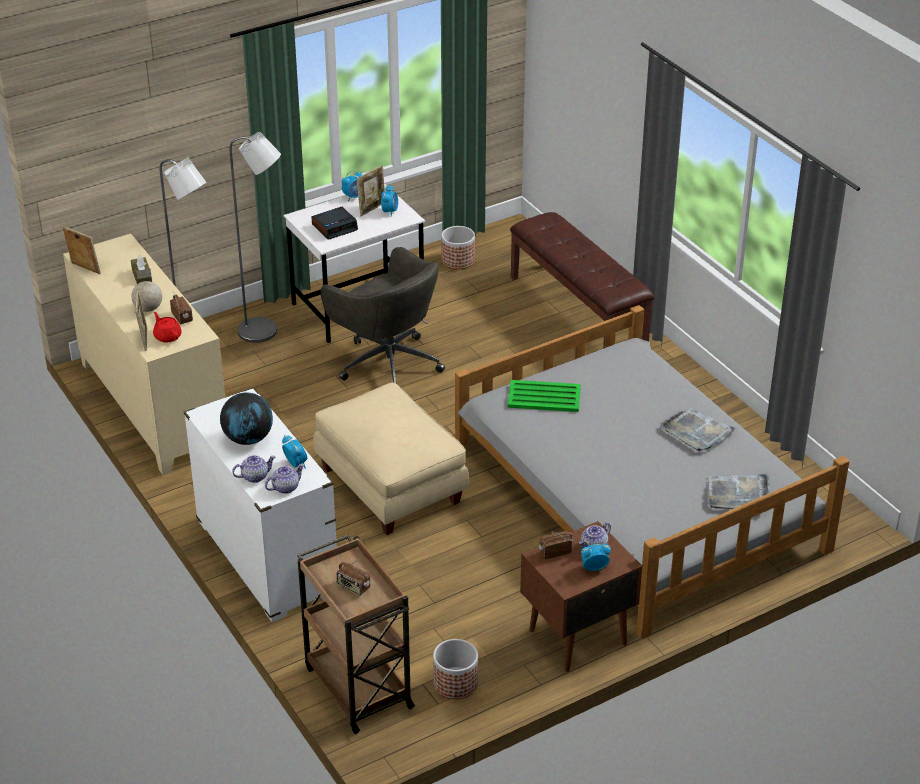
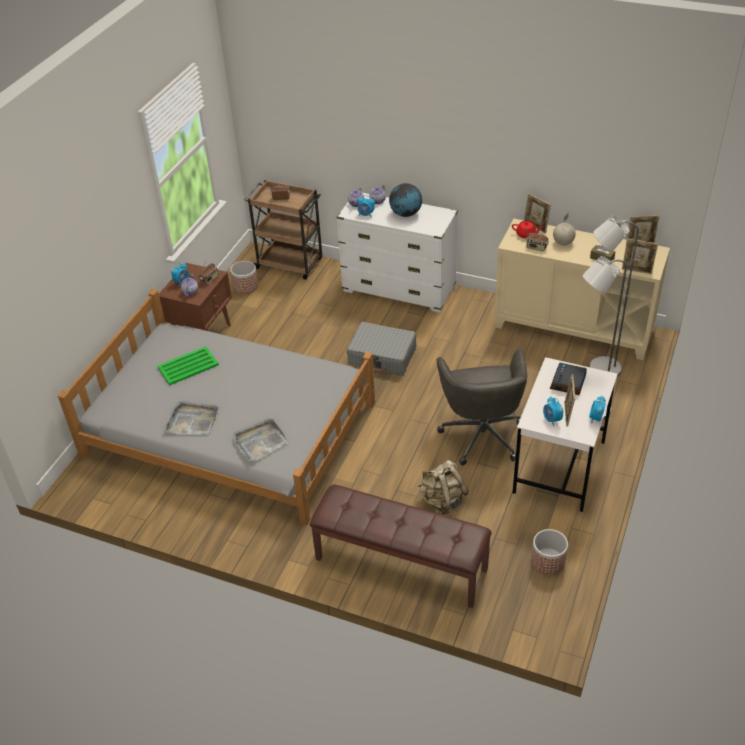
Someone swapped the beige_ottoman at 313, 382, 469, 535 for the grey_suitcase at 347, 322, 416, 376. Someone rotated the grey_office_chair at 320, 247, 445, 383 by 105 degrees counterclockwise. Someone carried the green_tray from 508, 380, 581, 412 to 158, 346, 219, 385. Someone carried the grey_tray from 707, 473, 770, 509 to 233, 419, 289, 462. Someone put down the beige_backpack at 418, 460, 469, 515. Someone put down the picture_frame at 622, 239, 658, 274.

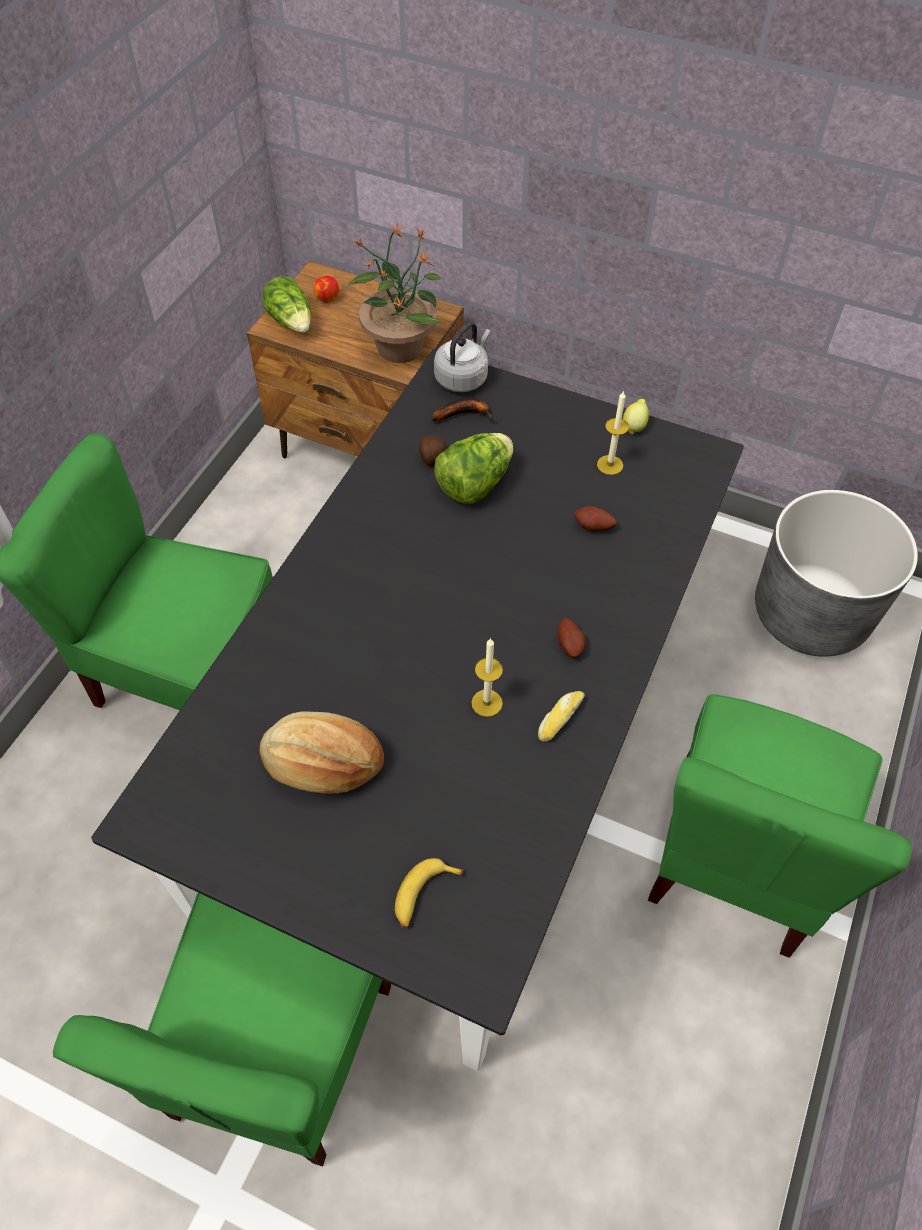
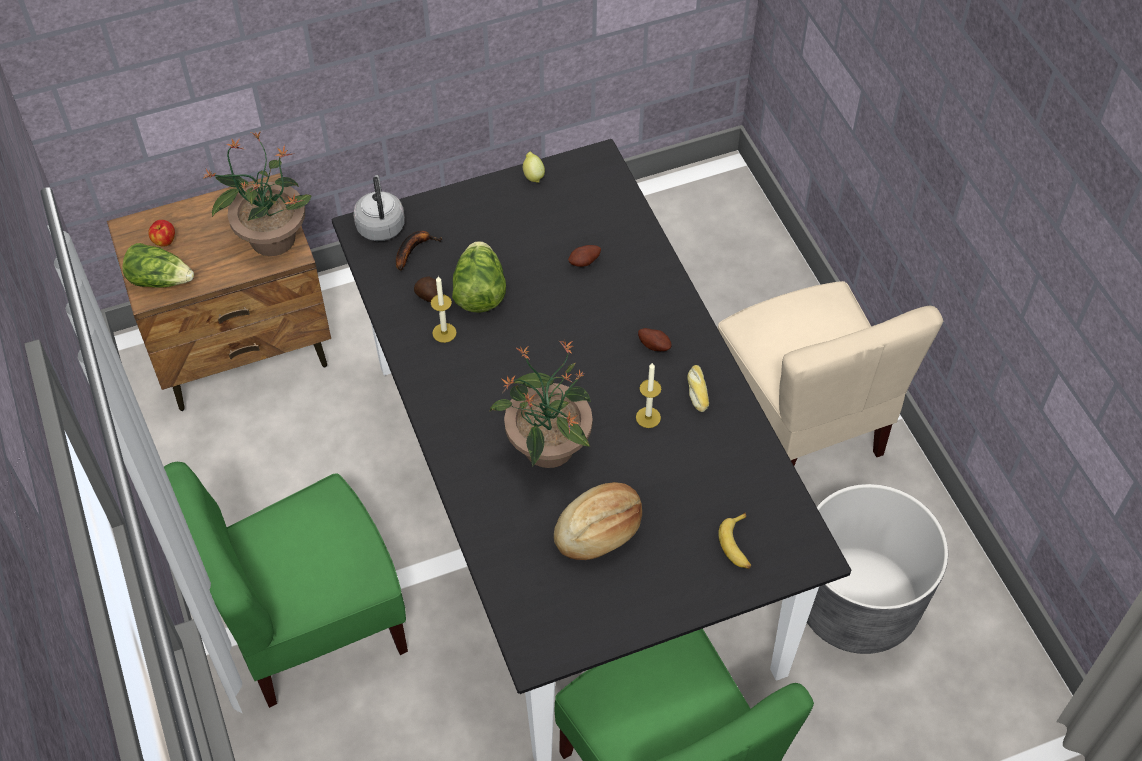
Someone carried the candle from 597, 391, 629, 475 to 431, 276, 457, 343. Someone repainted the green_chair at 648, 694, 912, 958, which became the beige_chair at 718, 281, 943, 466. Someone carried the grey_planter from 755, 490, 918, 657 to 807, 484, 948, 654. Someone put down the potted_plant at 490, 339, 593, 468.

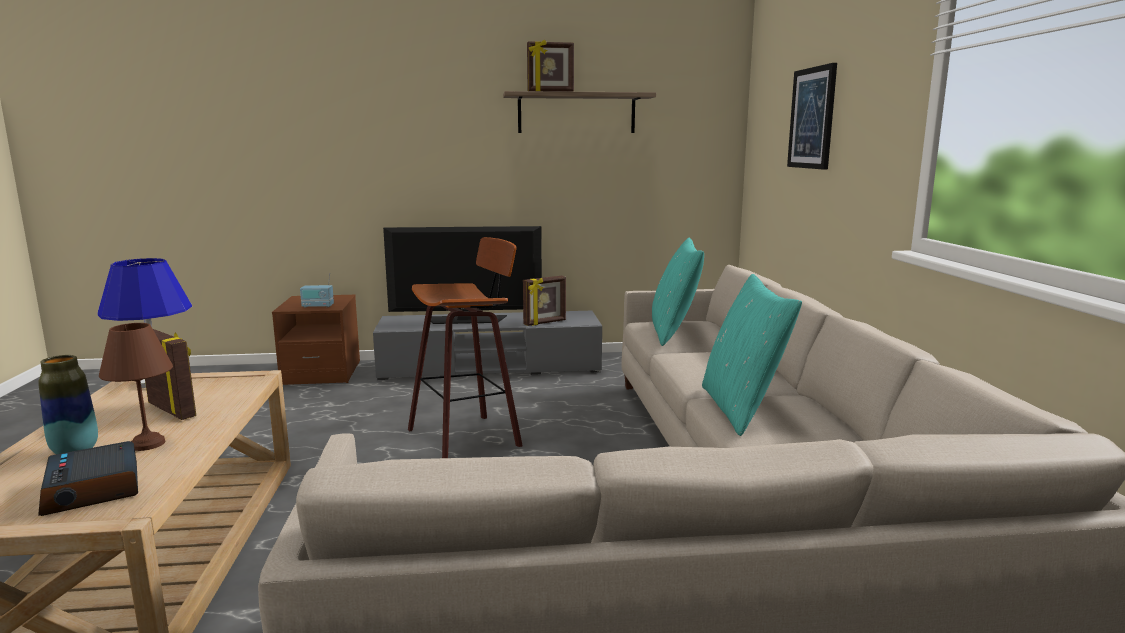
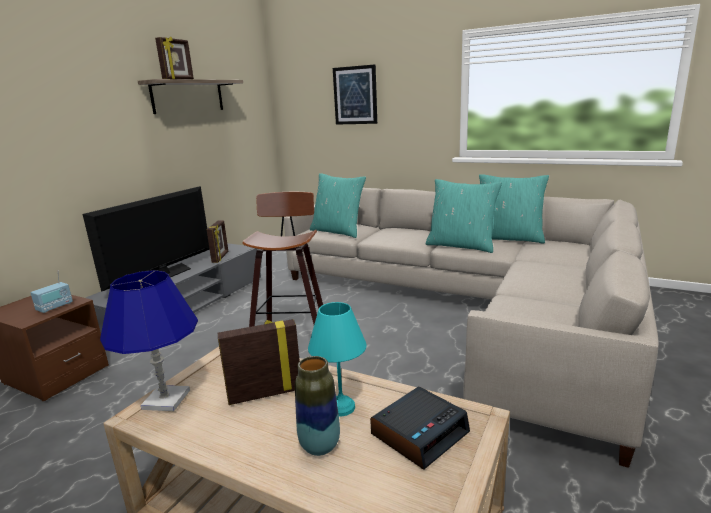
Someone rotated the alarm_clock at 38, 441, 138, 516 by 45 degrees counterclockwise. Someone repainted the brown_table_lamp at 99, 323, 173, 451, which became the turquoise_table_lamp at 308, 302, 367, 416. Someone put down the turquoise_pillow at 479, 174, 549, 244.

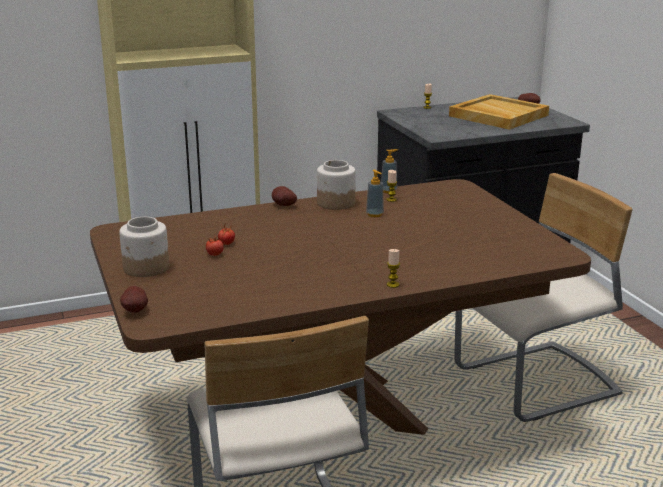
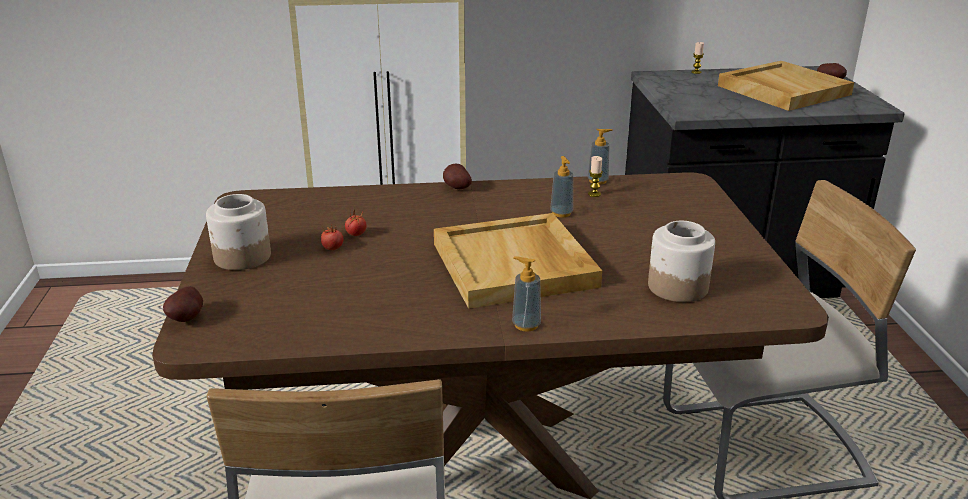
Someone carried the jar from 317, 160, 356, 210 to 648, 221, 715, 302. Someone swapped the candle at 387, 249, 400, 288 for the soap_dispenser at 512, 256, 541, 332. Someone put down the beige_tray at 434, 213, 602, 309.

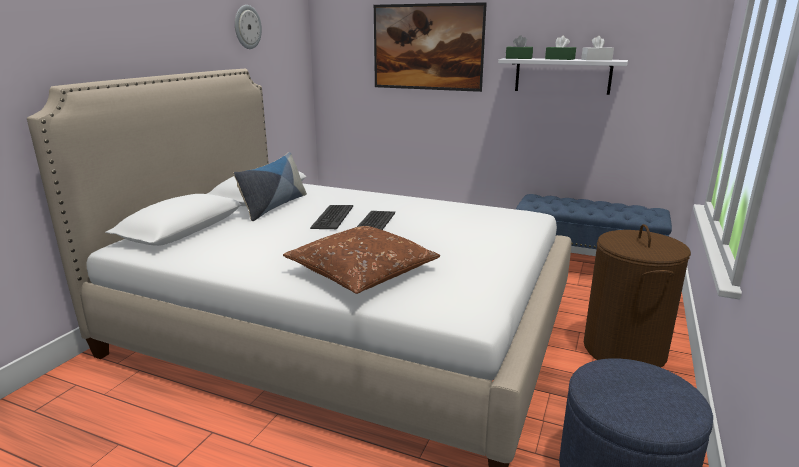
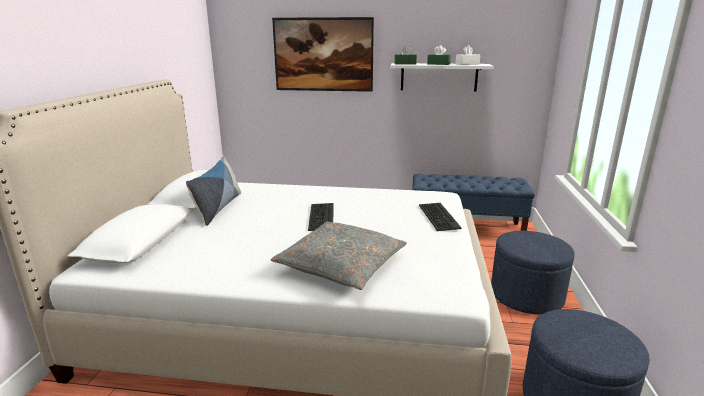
Someone took away the wall_clock at 235, 5, 262, 49. Someone repainted the brown_pillow at 283, 226, 440, 294, which became the grey_pillow at 271, 222, 407, 290. Someone carried the keyboard from 310, 205, 353, 229 to 419, 203, 462, 231. Someone swapped the brown_laundry_basket at 584, 224, 691, 368 for the blue_ottoman at 491, 231, 575, 315.

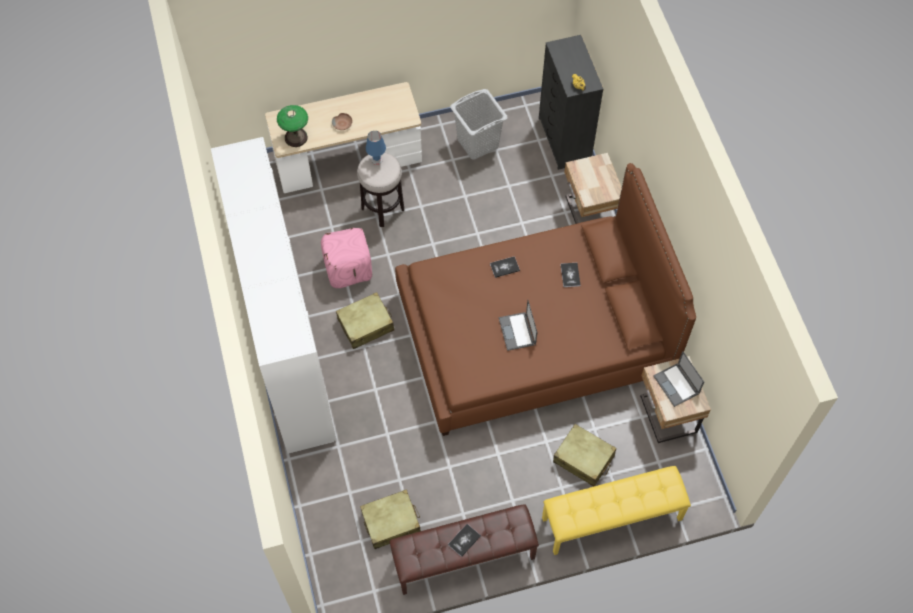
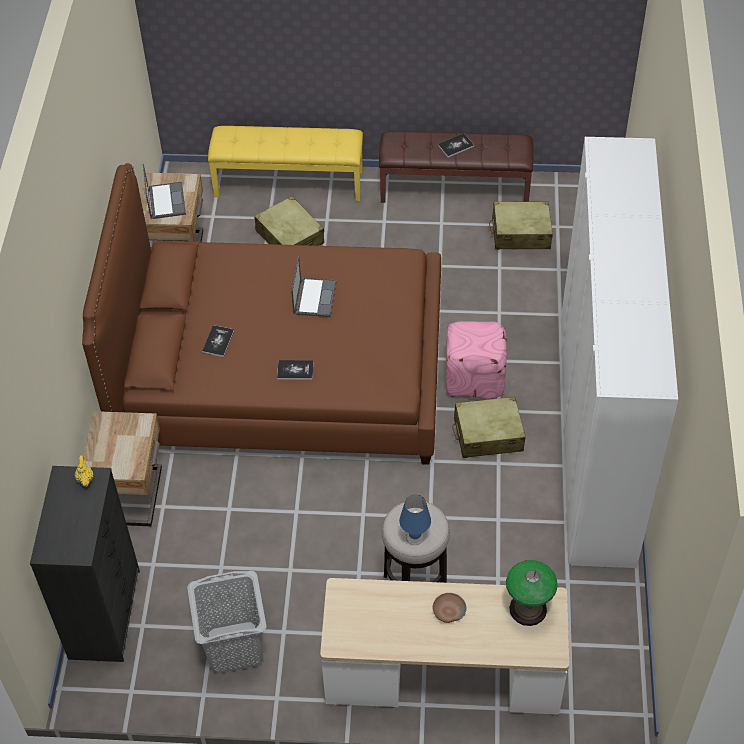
Someone carried the pink_ottoman from 321, 228, 372, 288 to 446, 321, 507, 399.

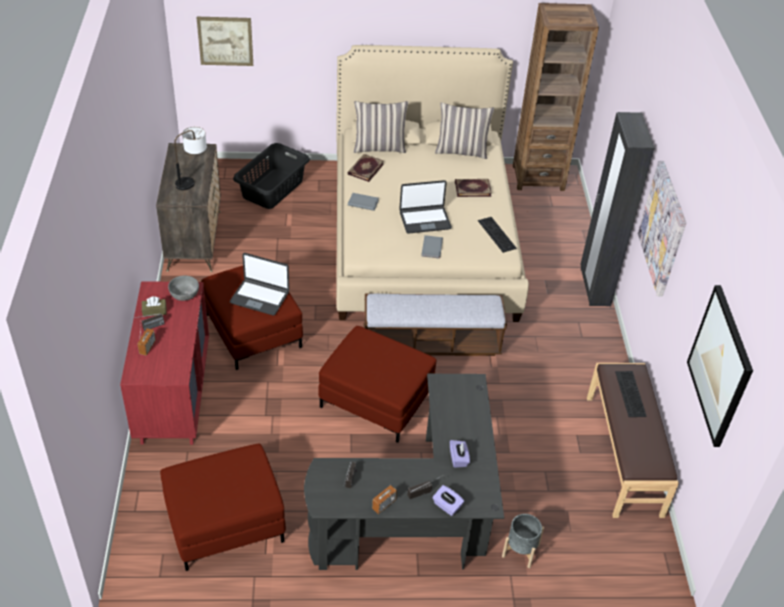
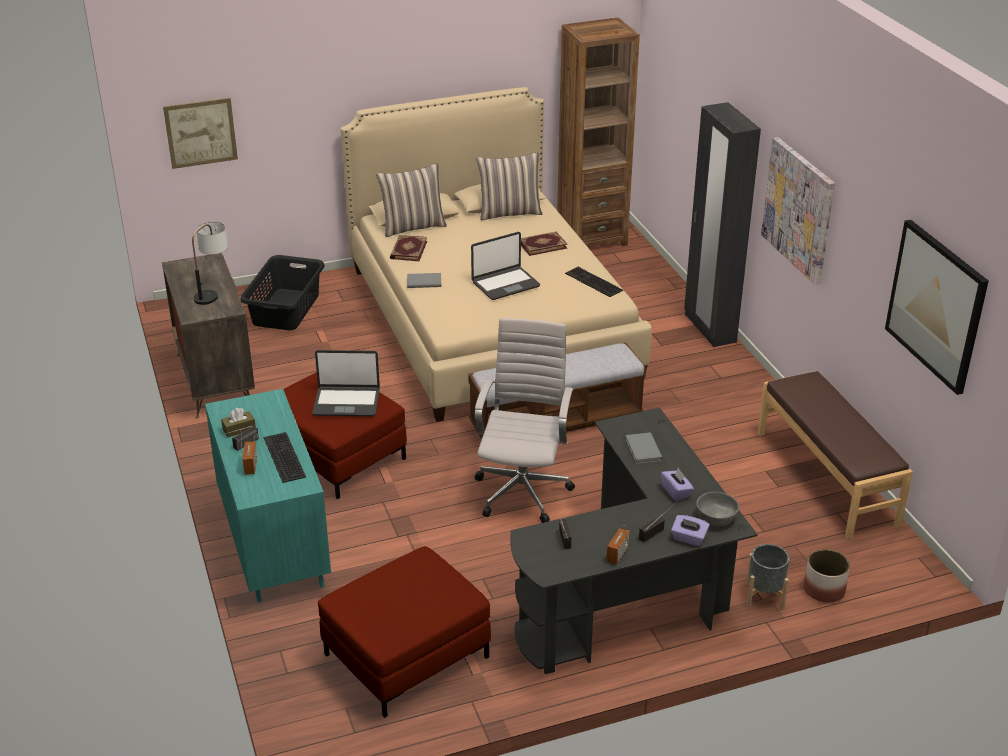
Someone repainted the red_dresser at 120, 281, 209, 445, which became the turquoise_dresser at 205, 389, 331, 603. Someone carried the grey_bowl from 168, 276, 199, 301 to 696, 492, 739, 526. Someone swapped the red_ottoman at 318, 326, 437, 443 for the white_office_chair at 475, 318, 575, 523. Someone carried the grey_book from 422, 235, 443, 259 to 625, 432, 663, 464. Someone carried the keyboard from 615, 371, 647, 417 to 264, 432, 306, 483. Someone put down the planter at 804, 549, 850, 602.

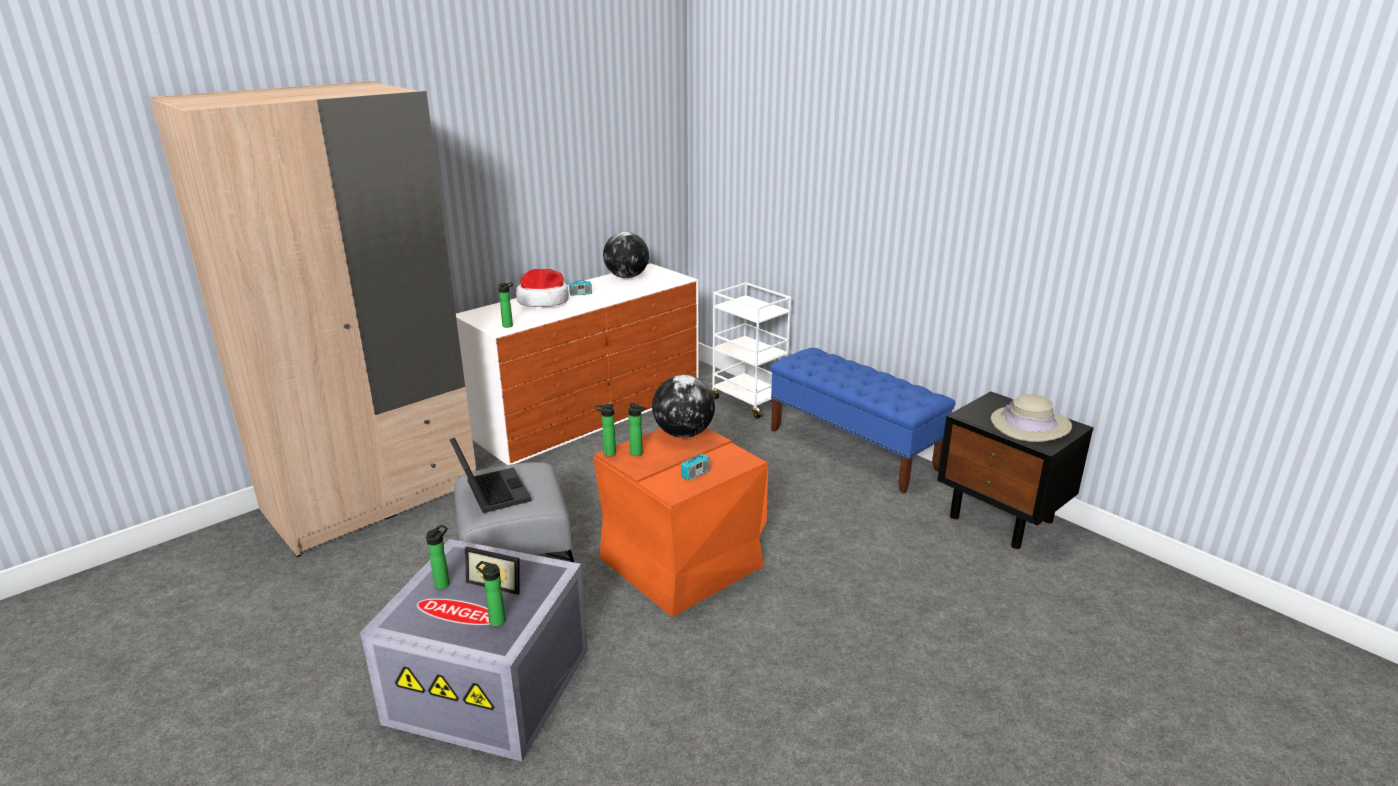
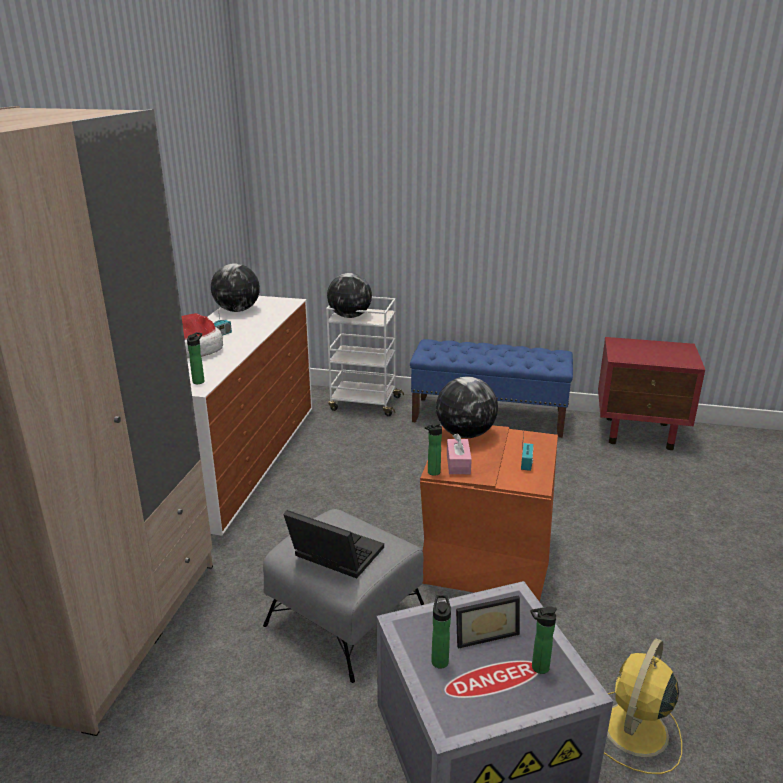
Someone swapped the bottle at 628, 403, 646, 456 for the pink_tissue_box at 447, 433, 472, 474. Someone repainted the black_nightstand at 937, 391, 1094, 549, which became the red_nightstand at 598, 337, 705, 450. Someone took away the beige_hat at 991, 394, 1072, 442. Someone put down the globe at 327, 273, 372, 318. Someone put down the yellow_fan at 604, 638, 682, 774.

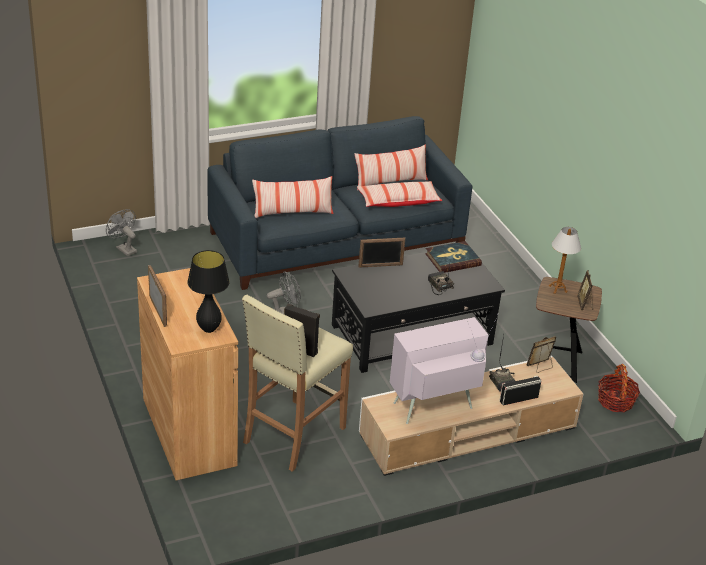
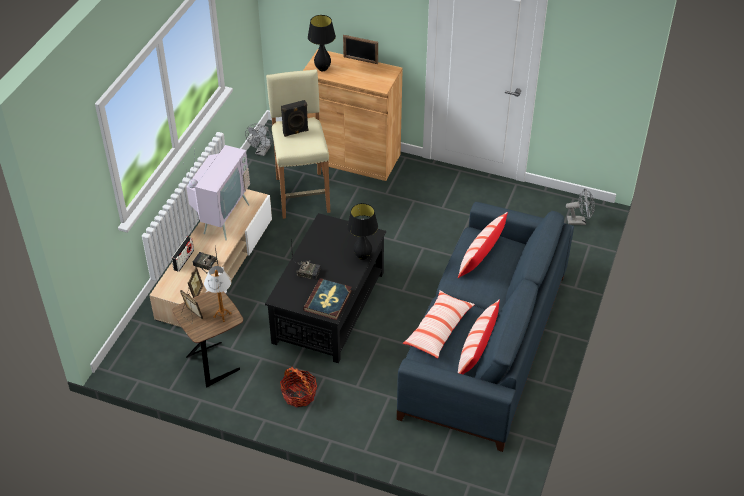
Someone carried the grey_fan from 267, 271, 301, 314 to 245, 124, 272, 156. Someone swapped the picture_frame at 358, 238, 406, 268 for the black_table_lamp at 347, 203, 378, 260. Someone carried the basket from 598, 364, 640, 412 to 280, 367, 317, 408.

